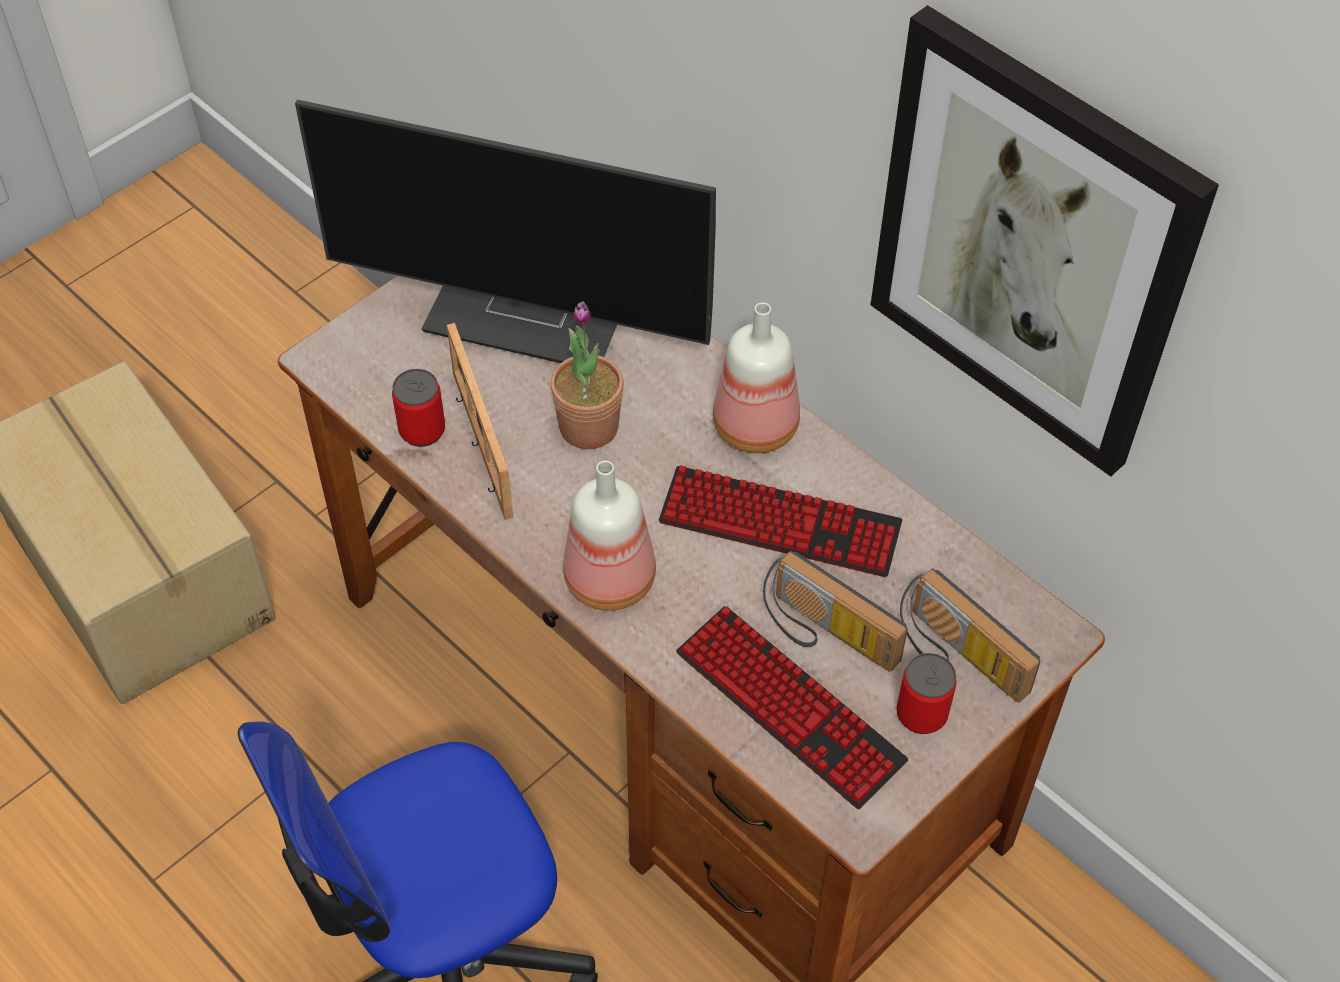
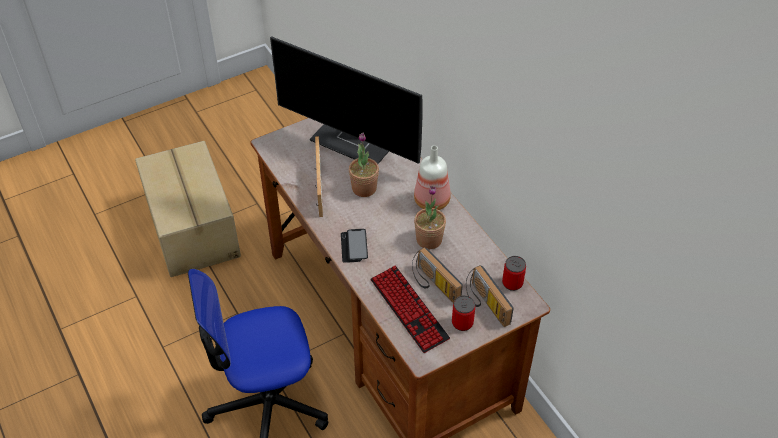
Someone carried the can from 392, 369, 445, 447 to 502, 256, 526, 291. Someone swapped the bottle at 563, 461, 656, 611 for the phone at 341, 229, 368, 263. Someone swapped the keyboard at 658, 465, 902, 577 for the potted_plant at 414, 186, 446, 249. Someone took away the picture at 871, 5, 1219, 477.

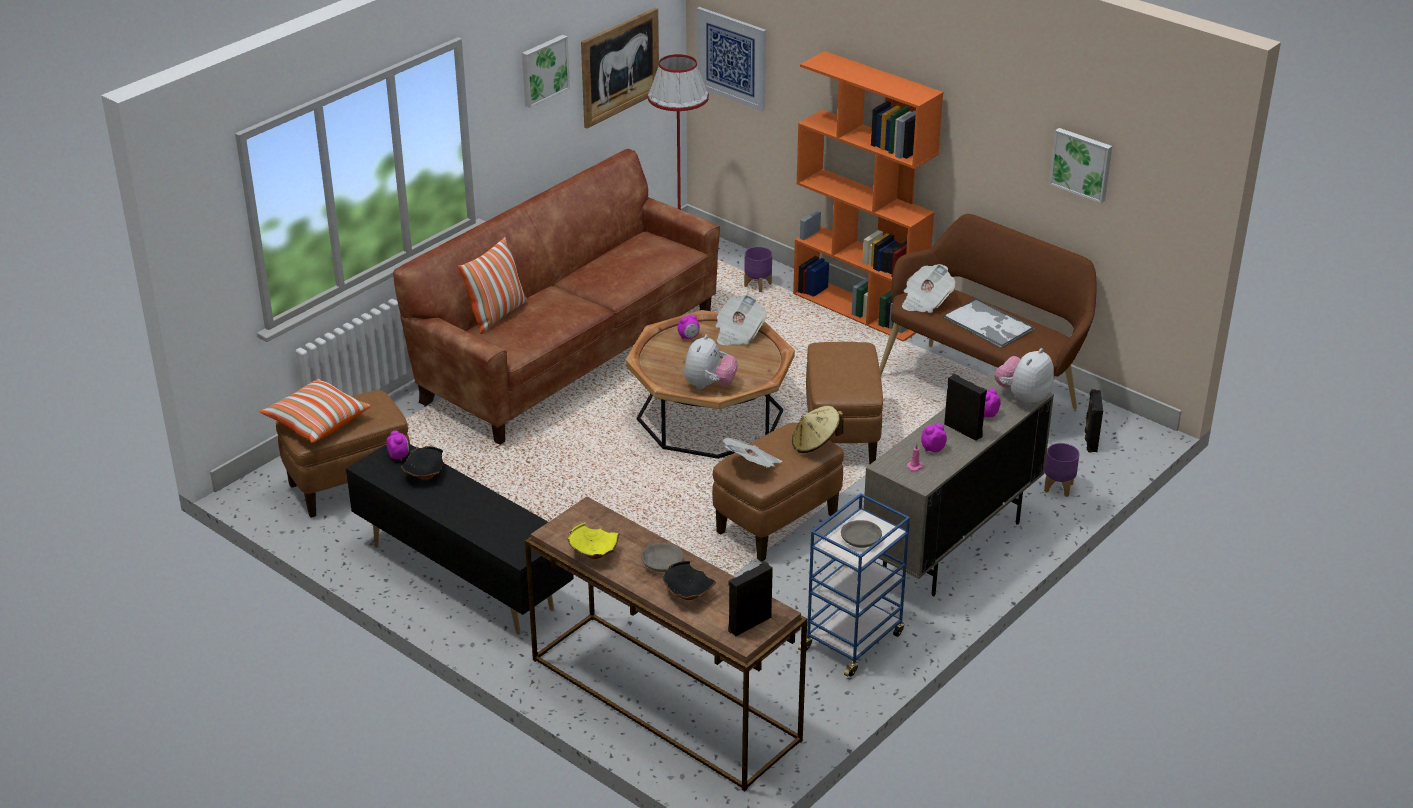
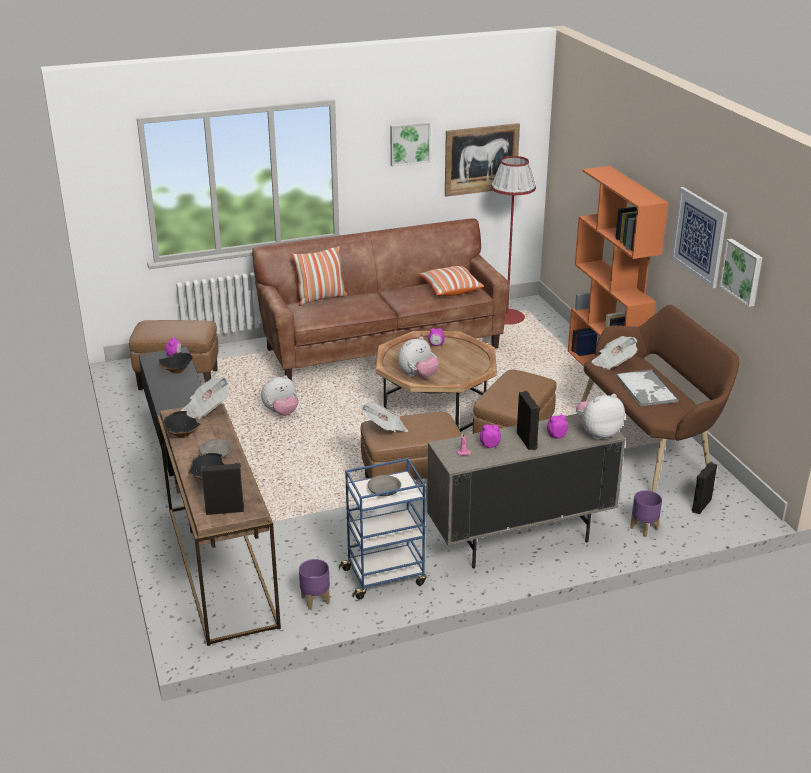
Someone carried the pillow from 260, 378, 370, 443 to 418, 266, 484, 296. Someone repainted the yellow_bowl at 568, 523, 620, 559, which became the black_bowl at 162, 411, 201, 438. Someone carried the picture from 697, 7, 766, 111 to 671, 187, 727, 288. Someone carried the newspaper from 716, 295, 767, 345 to 181, 377, 230, 420. Someone carried the purple_planter from 744, 246, 772, 292 to 299, 559, 330, 610. Someone took away the beige_hat at 792, 406, 844, 453. Someone put down the plush_toy at 261, 375, 298, 416.

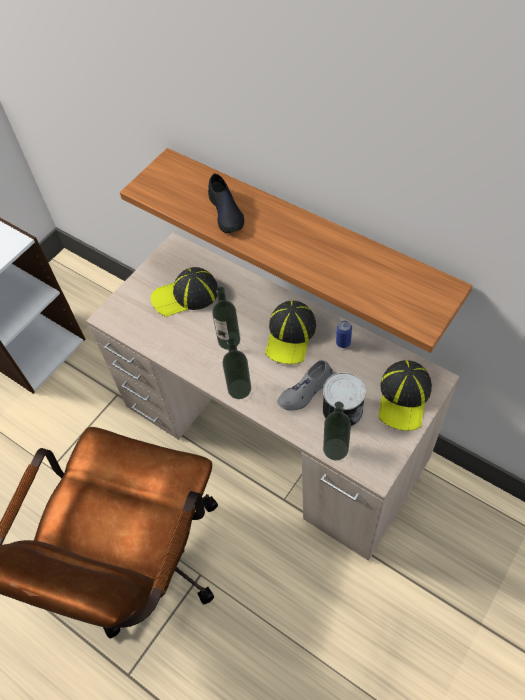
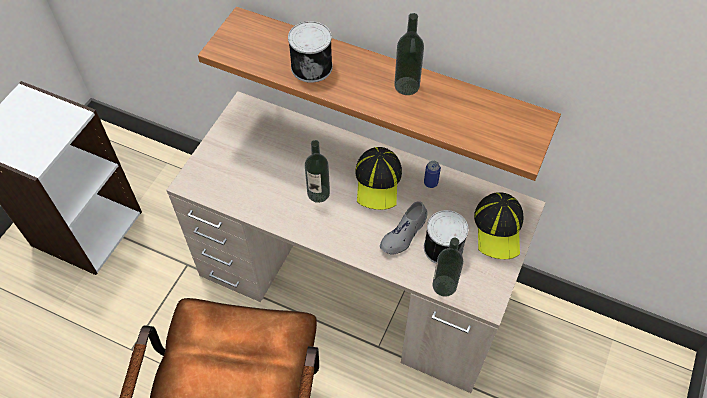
Someone took away the cap at 151, 267, 218, 317. Someone swapped the black_shoe at 208, 173, 244, 233 for the can at 288, 21, 333, 83. Someone carried the bottle from 223, 338, 251, 399 to 394, 13, 424, 95.

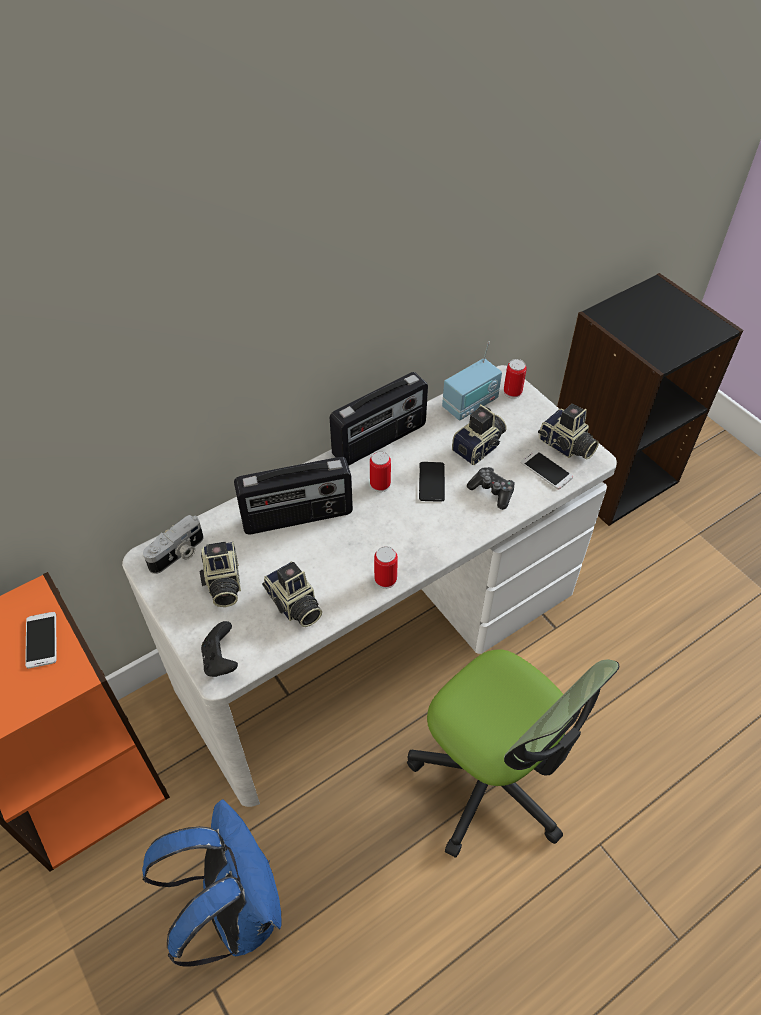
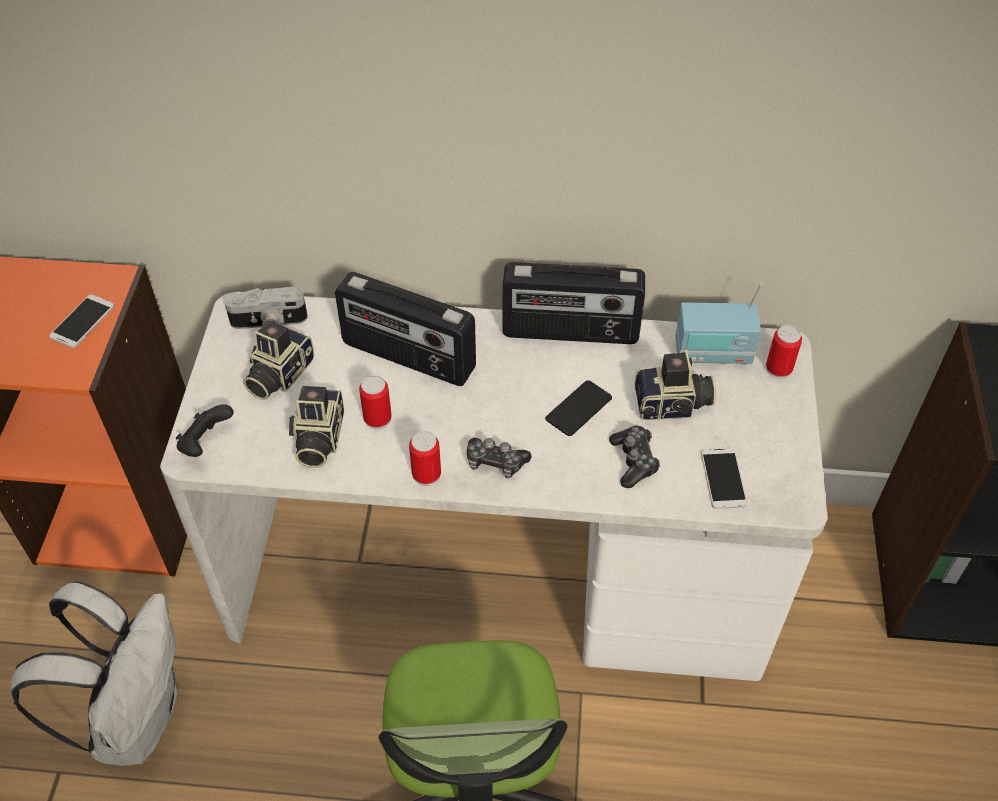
Someone repainted the blue_backpack at 142, 800, 281, 967, which became the white_backpack at 10, 581, 177, 766. Someone carried the can from 370, 451, 391, 492 to 359, 375, 392, 430. Someone took away the photo_camera at 538, 404, 599, 460. Someone put down the game_controller at 467, 438, 531, 478.

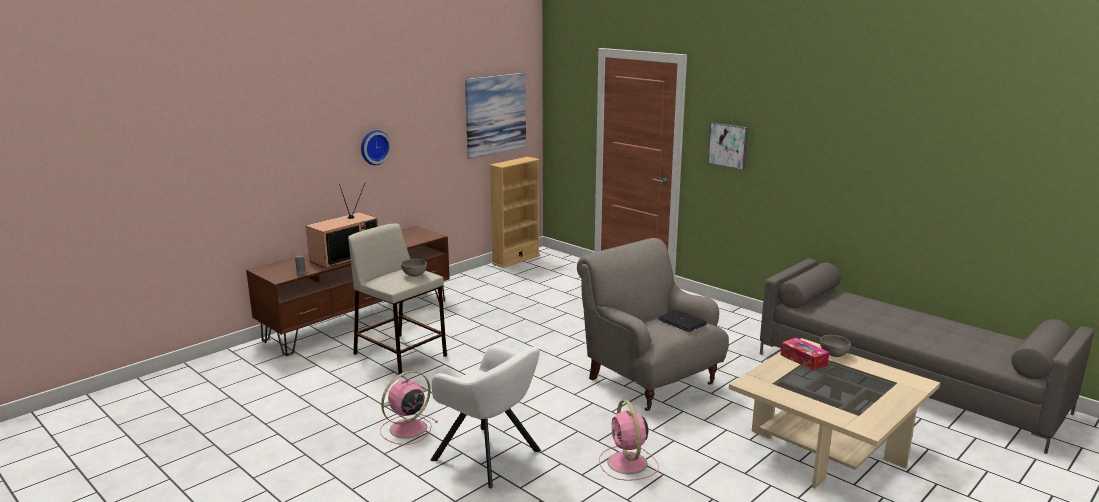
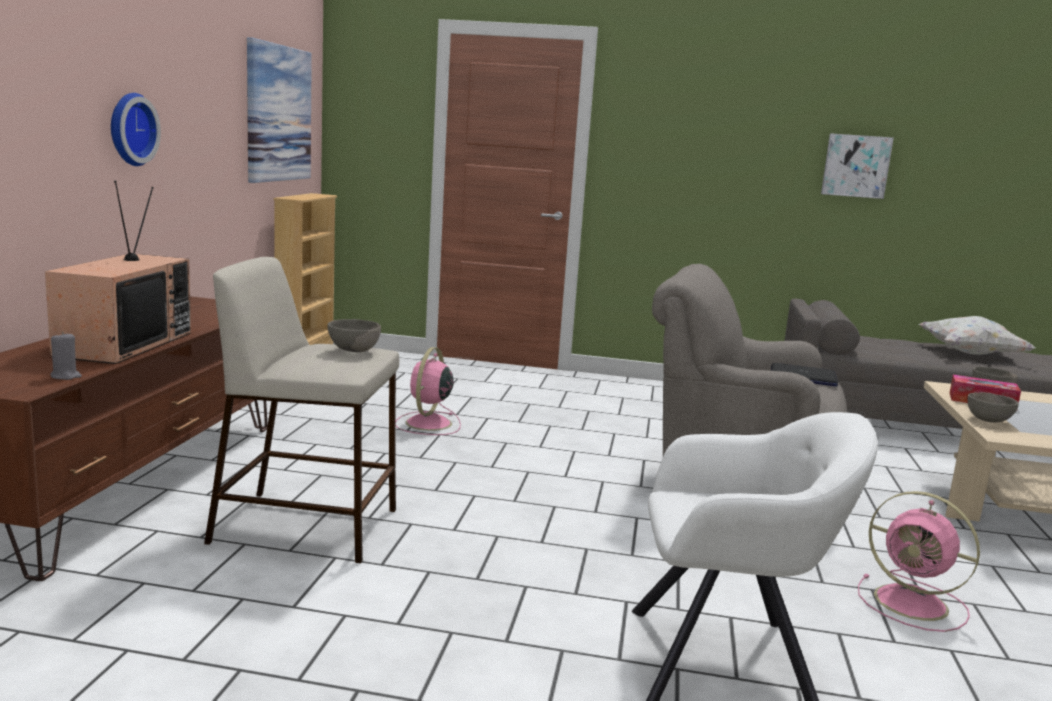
Someone carried the pink_fan from 380, 371, 438, 445 to 396, 347, 461, 435. Someone carried the picture from 707, 122, 749, 170 to 821, 133, 894, 199. Someone put down the white_pillow at 919, 316, 1035, 355. Someone put down the grey_bowl at 967, 392, 1019, 423.

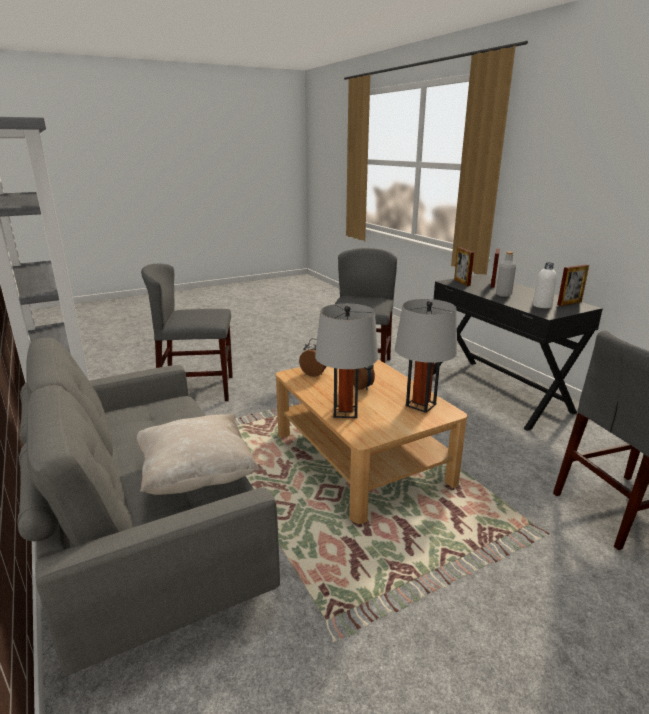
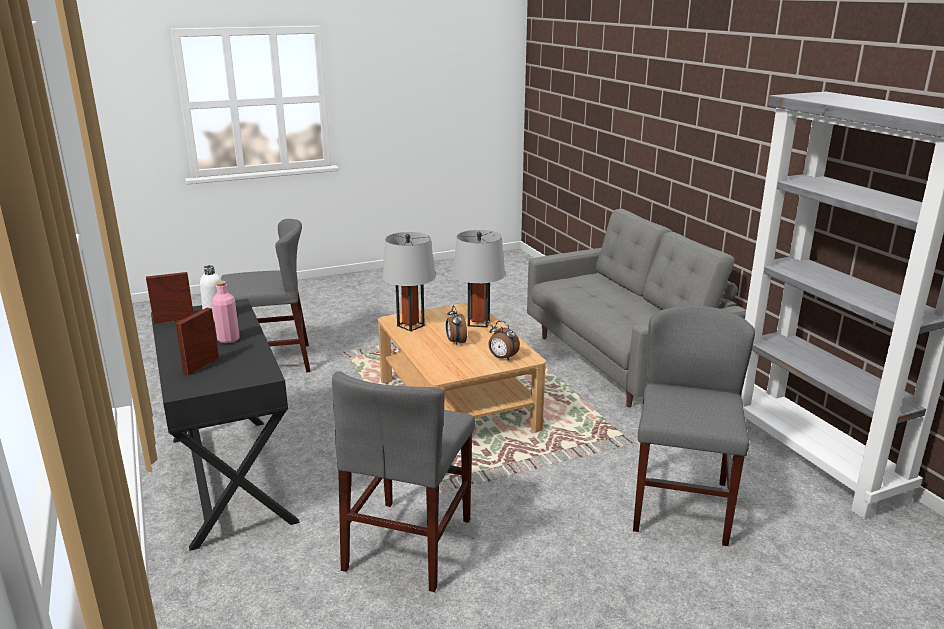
Someone took away the beige_pillow at 136, 414, 259, 495. Someone rotated the grey_chair at 141, 264, 233, 401 by 75 degrees counterclockwise. Someone took away the picture_frame at 454, 247, 474, 286. Someone repainted the grey_bottle at 496, 252, 516, 297, which became the pink_bottle at 212, 281, 240, 344.

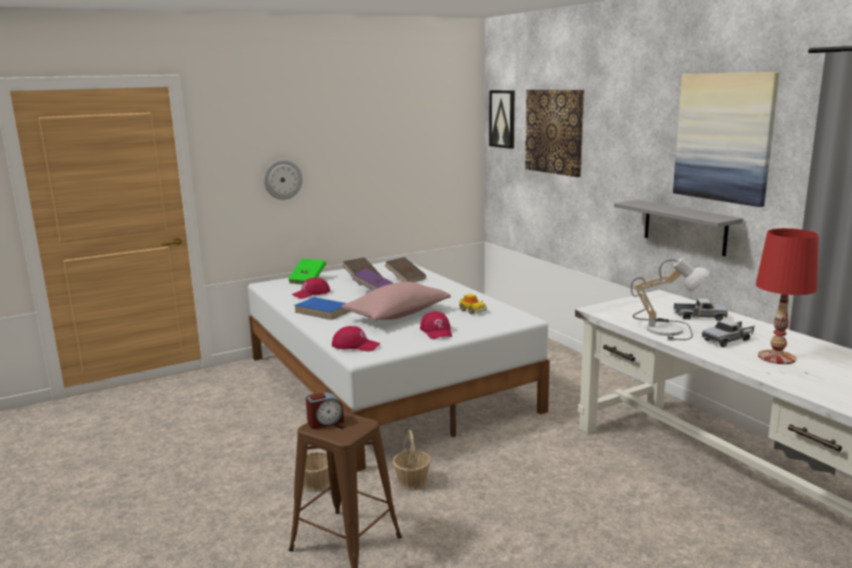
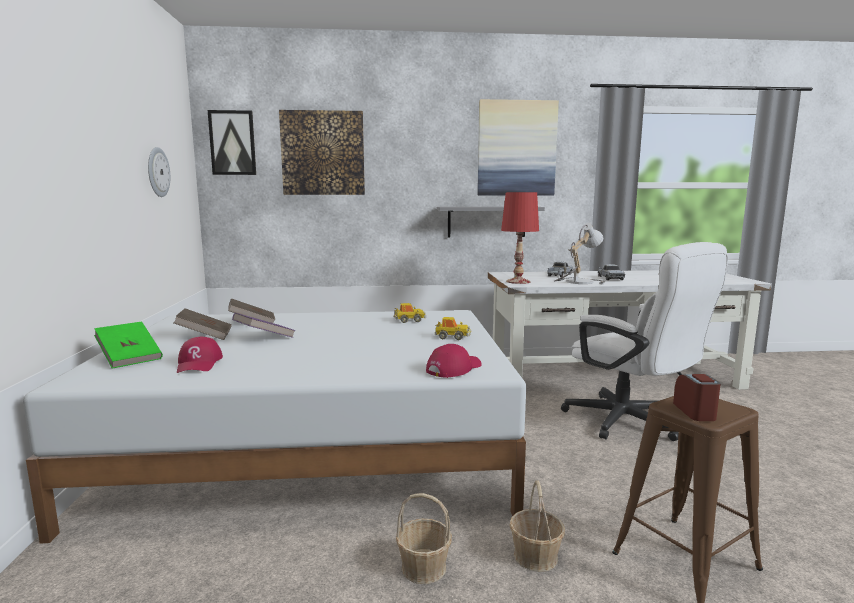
Someone carried the wall_clock from 264, 160, 303, 200 to 148, 147, 170, 197. Someone took away the blue_book at 294, 297, 350, 320. Someone took away the pink_pillow at 342, 282, 451, 321. Someone carried the basket from 393, 430, 431, 491 to 396, 493, 452, 584. Someone swapped the red_cap at 420, 312, 452, 339 for the toy_car at 435, 317, 471, 340. Someone carried the red_table_lamp from 756, 228, 819, 364 to 501, 192, 539, 284. Someone put down the white_office_chair at 561, 242, 728, 441.

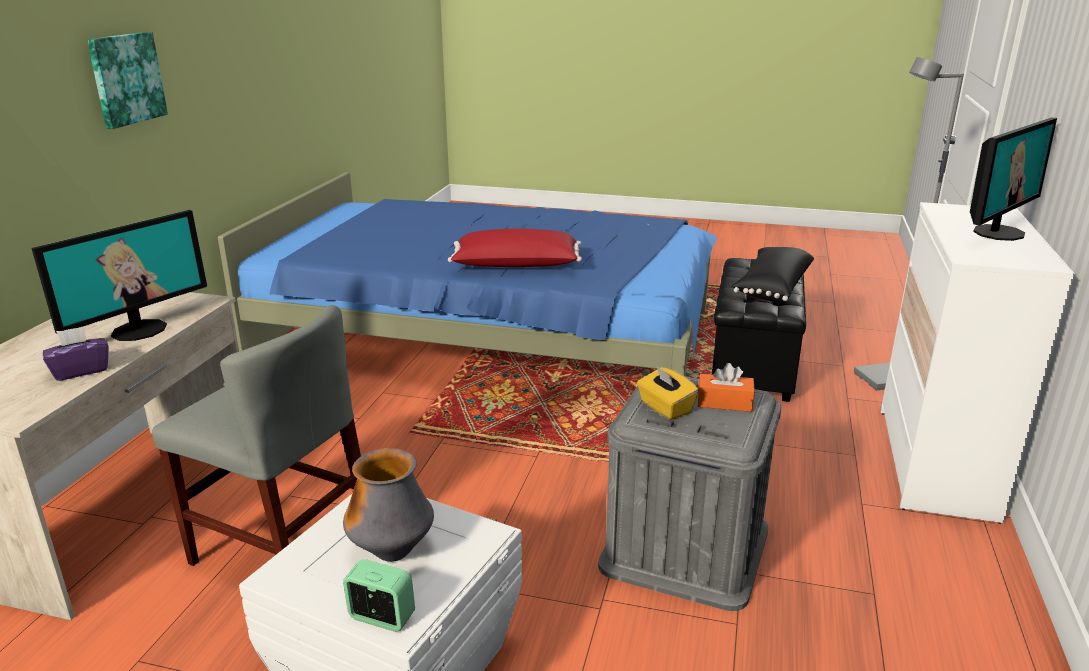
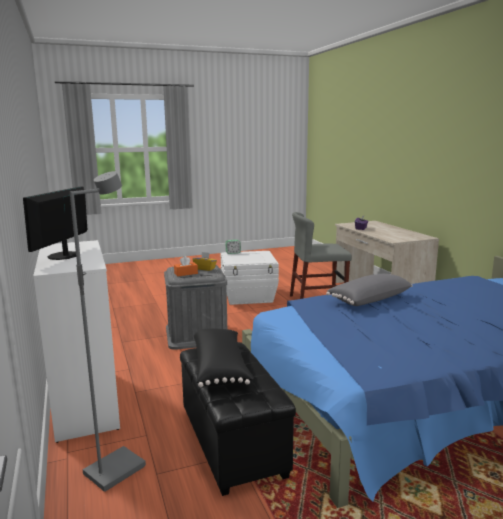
Someone took away the monitor at 31, 210, 207, 341. Someone took away the picture at 87, 32, 168, 129. Someone took away the vase at 343, 448, 434, 562. Someone repainted the red_pillow at 448, 228, 582, 267, which became the grey_pillow at 326, 274, 413, 306.

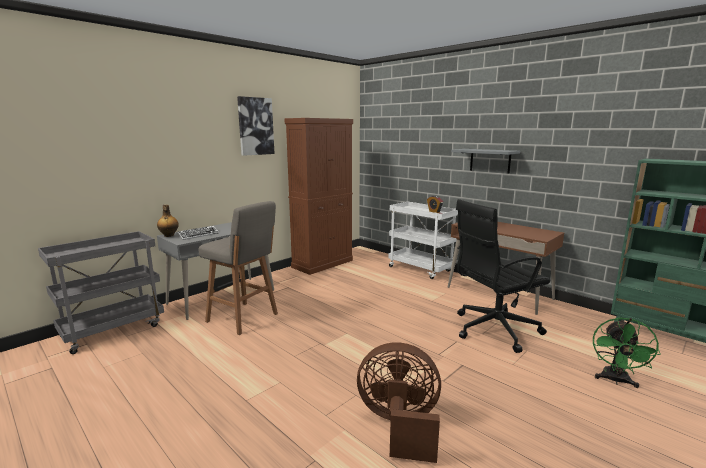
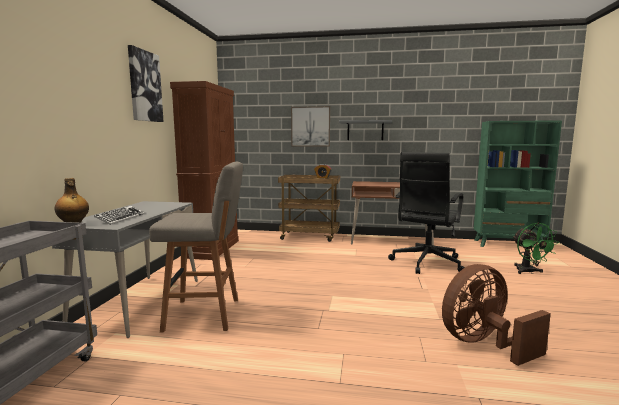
Someone repainted the white_cart at 388, 202, 458, 279, which became the brown_cart at 278, 175, 340, 242. Someone put up the picture at 291, 106, 330, 146.

